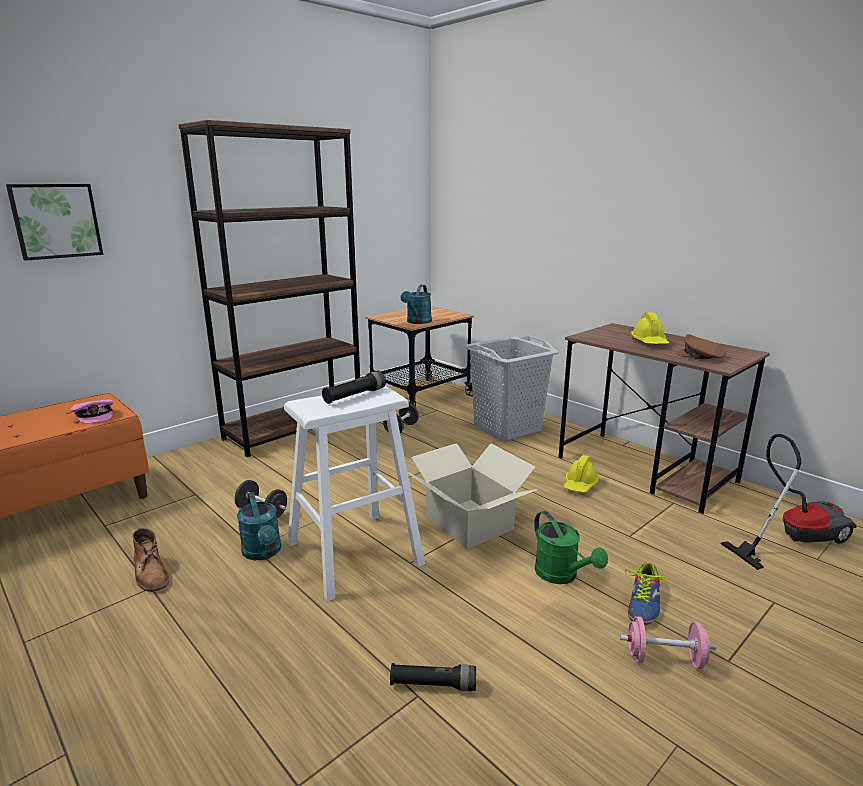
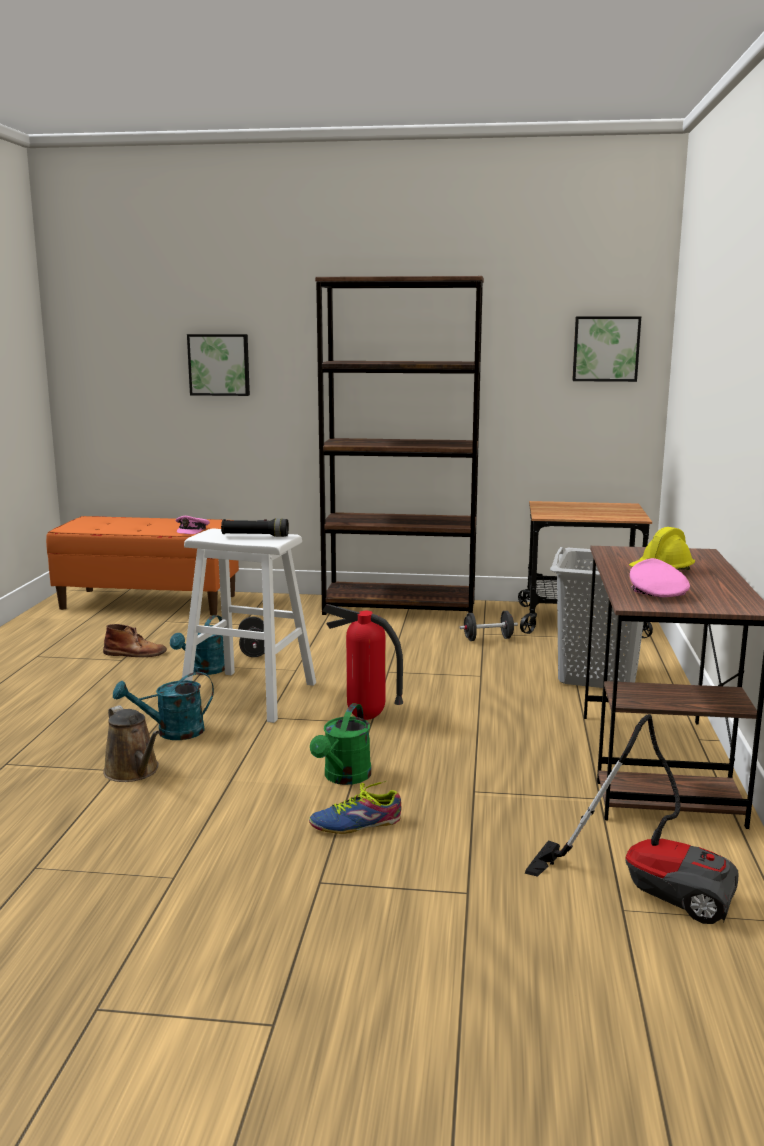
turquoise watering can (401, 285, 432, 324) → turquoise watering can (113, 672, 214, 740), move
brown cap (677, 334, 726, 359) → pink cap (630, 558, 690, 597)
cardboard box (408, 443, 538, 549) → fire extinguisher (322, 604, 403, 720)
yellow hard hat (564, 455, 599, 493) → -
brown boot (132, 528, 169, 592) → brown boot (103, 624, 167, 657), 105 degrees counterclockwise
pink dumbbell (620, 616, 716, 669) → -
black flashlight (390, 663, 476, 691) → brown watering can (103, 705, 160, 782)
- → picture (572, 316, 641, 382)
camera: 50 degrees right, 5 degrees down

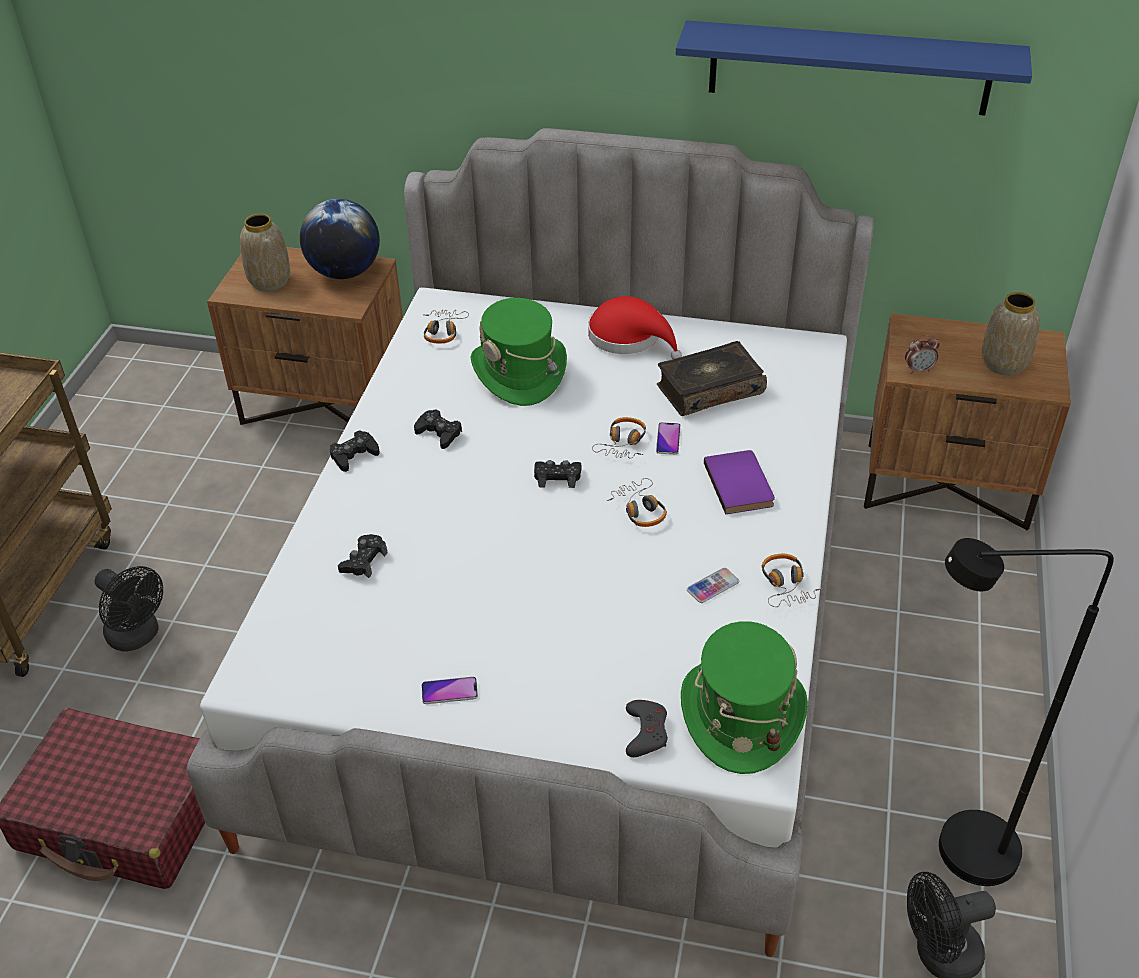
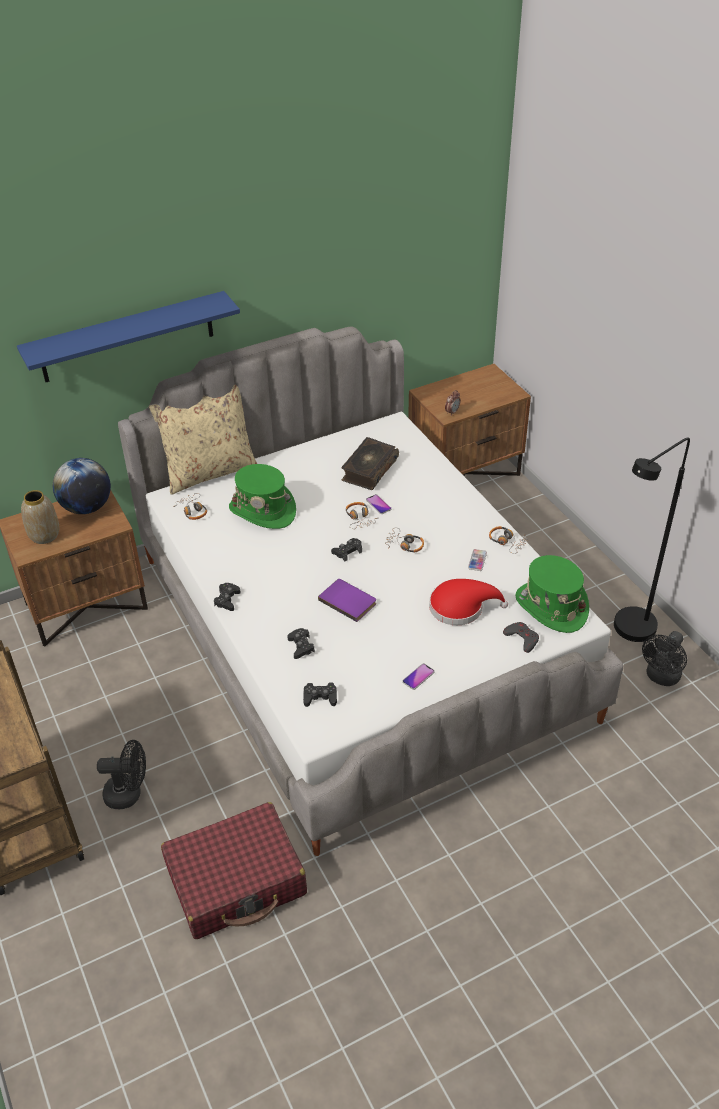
blue shelf (676, 20, 1032, 116) → blue shelf (17, 291, 240, 382), move
vase (982, 292, 1040, 375) → -
red hat (588, 296, 682, 359) → red hat (429, 579, 508, 625), move
black game controller (414, 409, 462, 449) → black game controller (303, 682, 337, 707), move
purple book (704, 450, 775, 514) → purple book (318, 579, 376, 622), move
- → beige pillow (149, 384, 257, 495)
camera: 40 degrees left, 0 degrees up

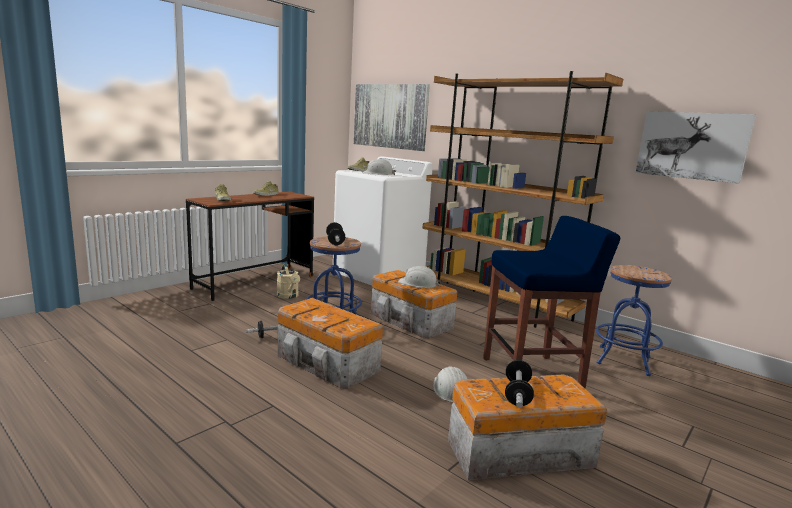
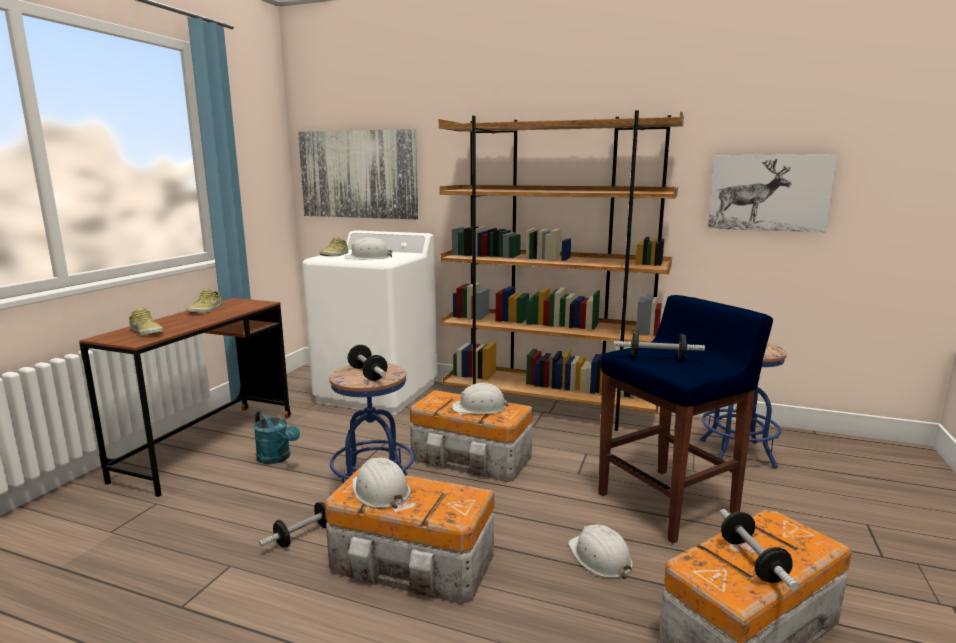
beige watering can (277, 264, 300, 299) → turquoise watering can (253, 410, 300, 464)
- → dumbbell (614, 331, 705, 361)
- → white hard hat (352, 457, 411, 509)
camera: 20 degrees left, 0 degrees up

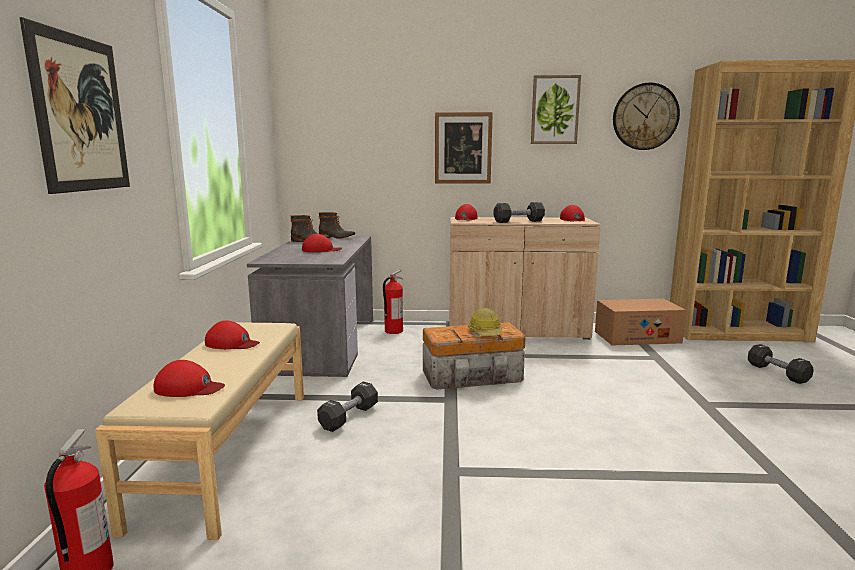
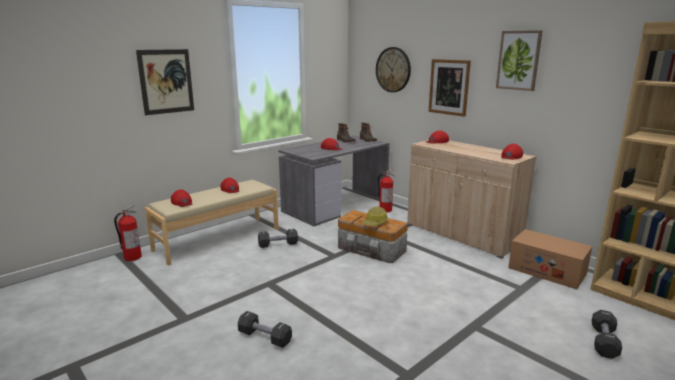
wall clock (613, 82, 680, 150) → wall clock (376, 47, 411, 92), move
black dumbbell (493, 202, 545, 223) → black dumbbell (238, 311, 292, 348), move
camera: 45 degrees right, 5 degrees up

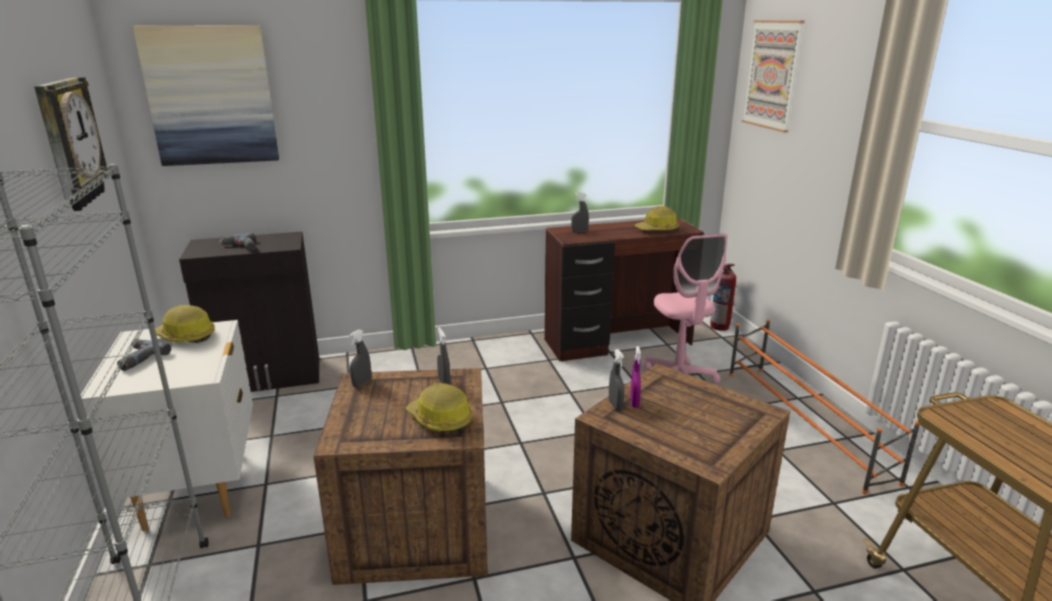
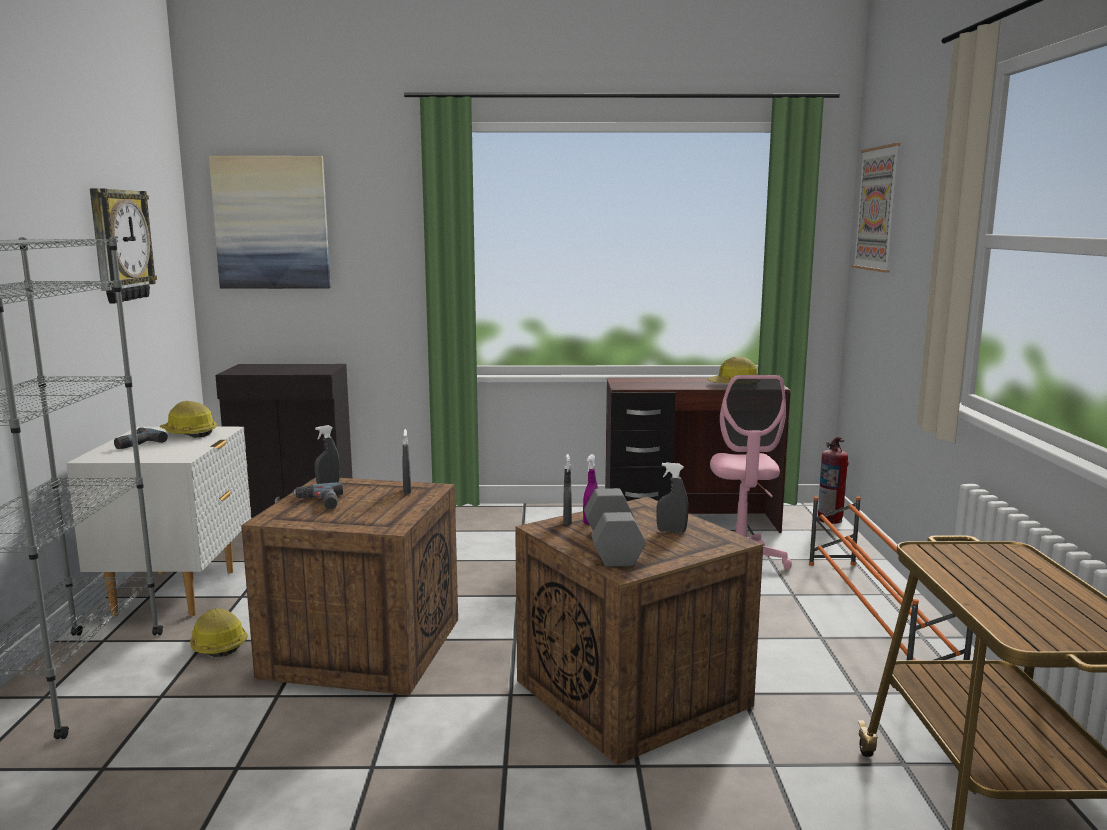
grey spray bottle (571, 193, 589, 232) → grey spray bottle (656, 462, 688, 533), move
power drill (219, 233, 256, 251) → power drill (293, 482, 343, 509), move
hard hat (406, 383, 473, 433) → hard hat (190, 608, 248, 657), move
- → grey dumbbell (584, 488, 646, 567)
camera: 15 degrees right, 10 degrees down

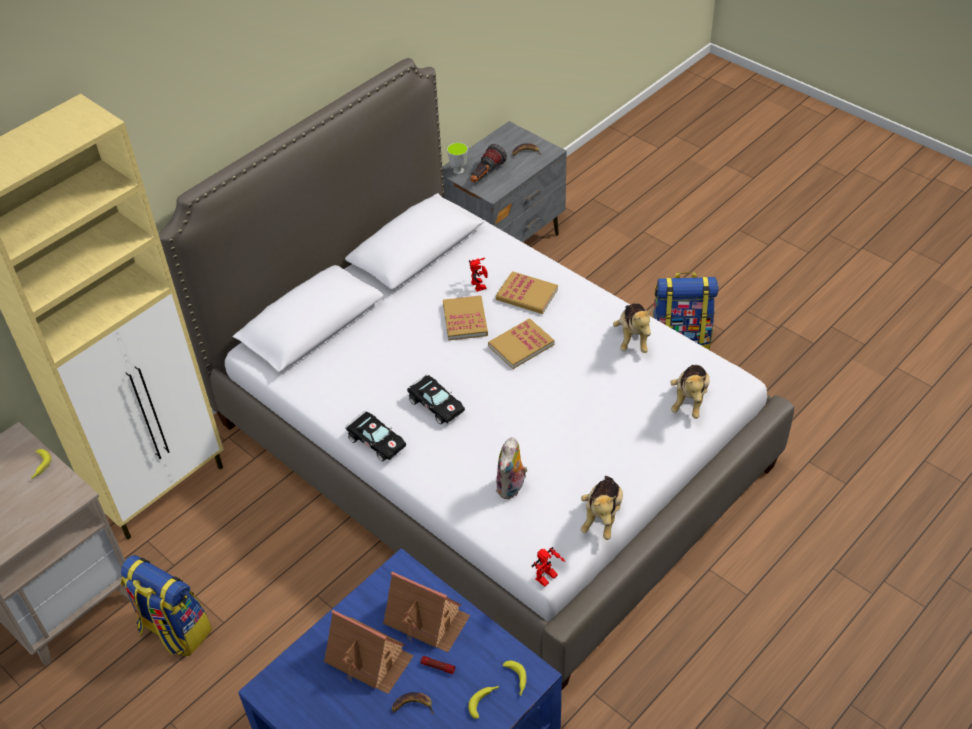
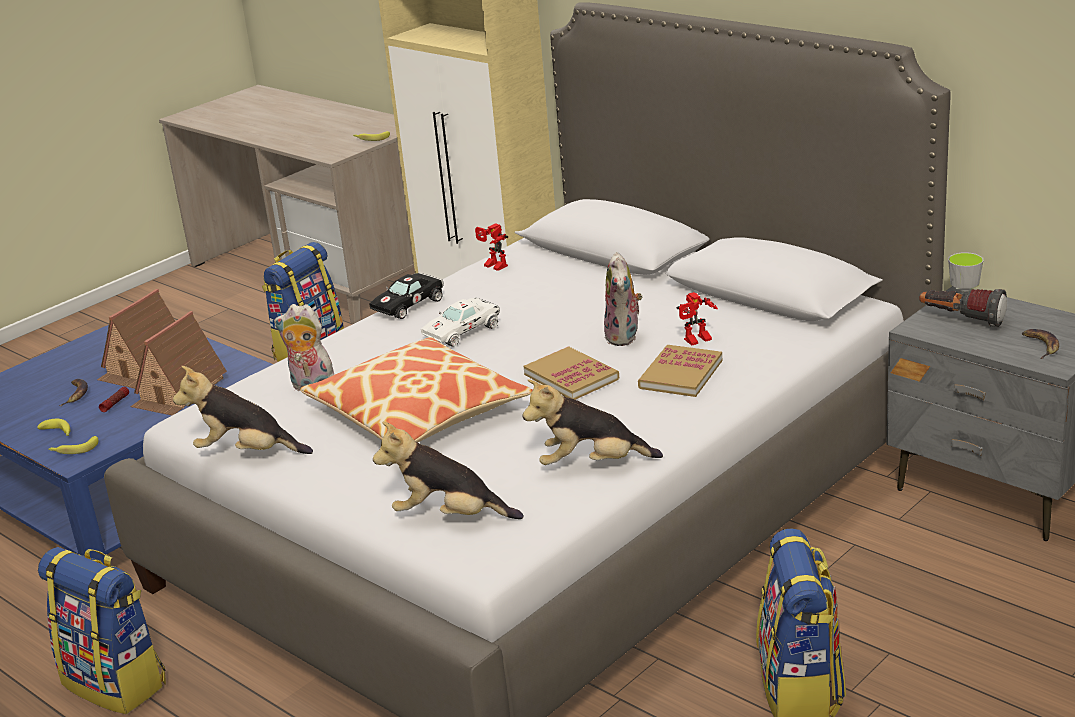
book (443, 295, 488, 341) → plush toy (604, 252, 642, 346)
black toy car (407, 375, 465, 424) → white toy car (421, 298, 500, 347)
toy robot (532, 547, 566, 587) → toy robot (475, 223, 508, 271), move
- → pillow (300, 337, 533, 443)
- → backpack (38, 547, 166, 714)
camera: 90 degrees right, 20 degrees down

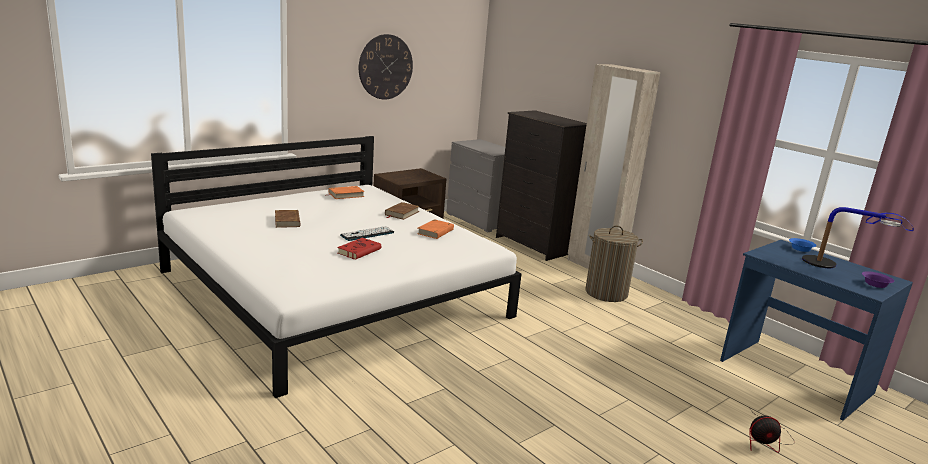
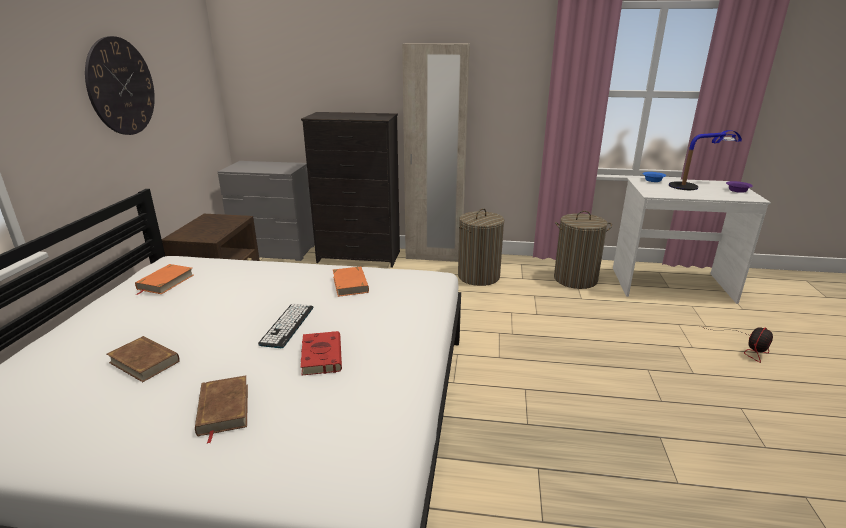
brown book (385, 202, 420, 220) → brown book (195, 376, 248, 443), move
blue desk (720, 240, 913, 420) → white desk (613, 178, 771, 304)
- → laundry basket (554, 211, 612, 289)
camera: 40 degrees left, 5 degrees up

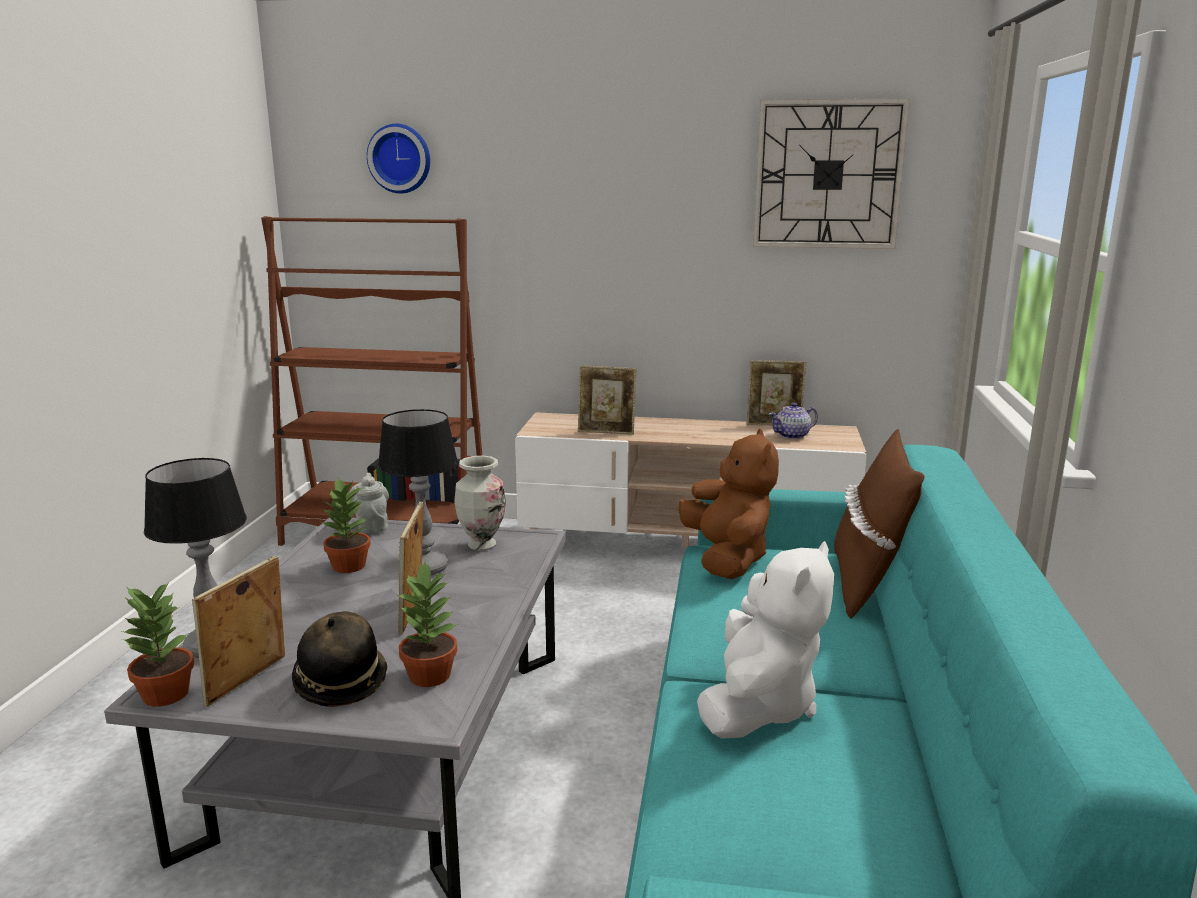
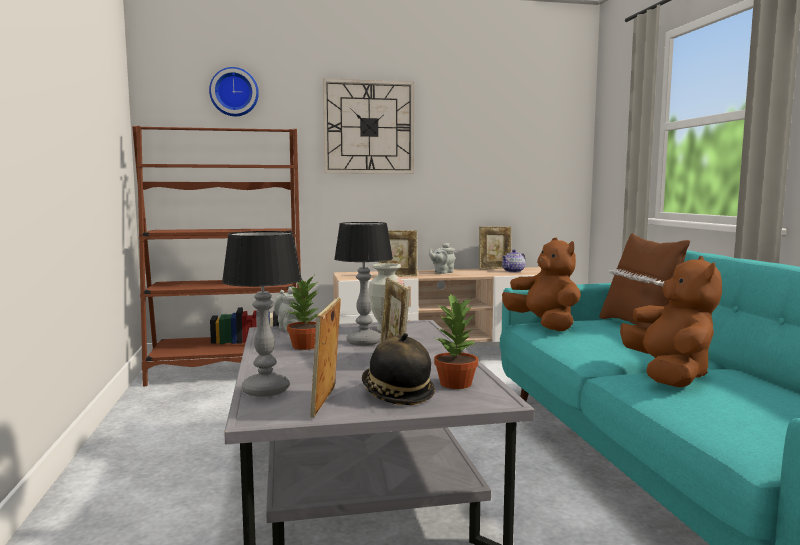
wall clock (753, 98, 910, 249) → wall clock (323, 79, 414, 174), move
white plush toy (697, 541, 834, 739) → brown plush toy (620, 256, 722, 387)
potted plant (122, 581, 194, 707) → -
- → grey teapot (429, 243, 455, 274)
camera: 20 degrees left, 10 degrees down

